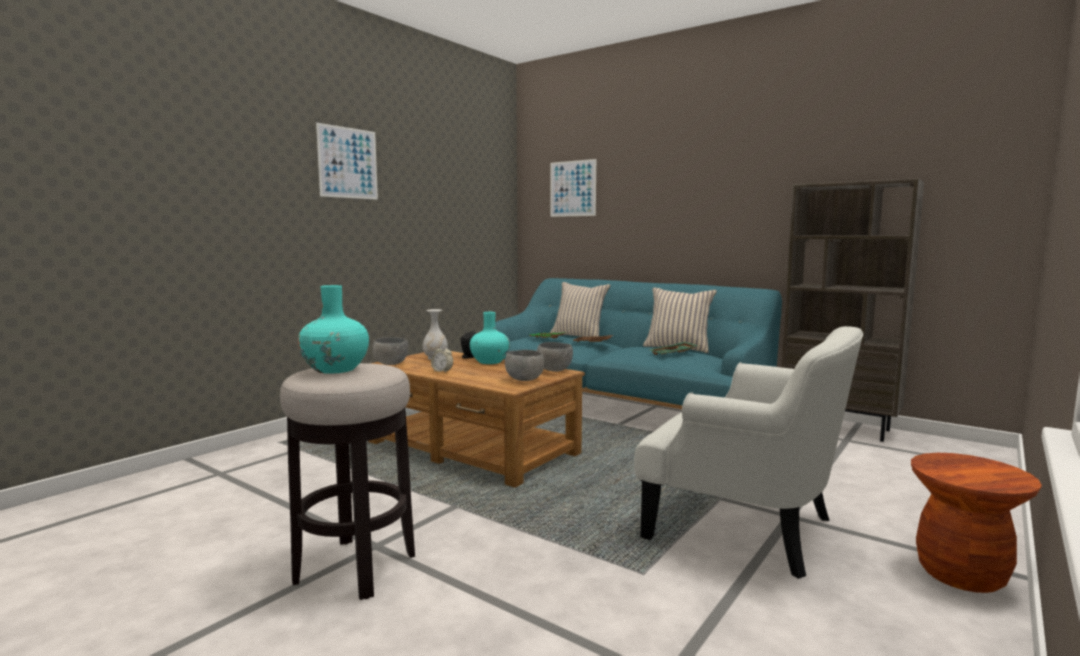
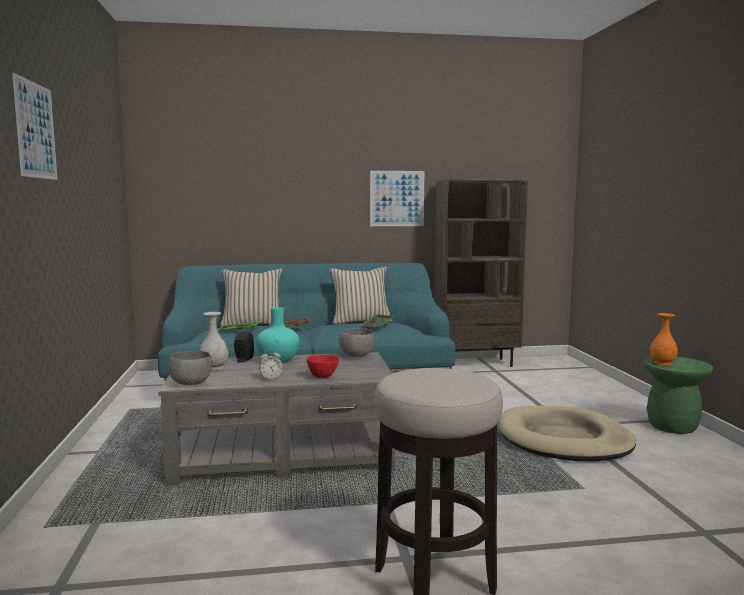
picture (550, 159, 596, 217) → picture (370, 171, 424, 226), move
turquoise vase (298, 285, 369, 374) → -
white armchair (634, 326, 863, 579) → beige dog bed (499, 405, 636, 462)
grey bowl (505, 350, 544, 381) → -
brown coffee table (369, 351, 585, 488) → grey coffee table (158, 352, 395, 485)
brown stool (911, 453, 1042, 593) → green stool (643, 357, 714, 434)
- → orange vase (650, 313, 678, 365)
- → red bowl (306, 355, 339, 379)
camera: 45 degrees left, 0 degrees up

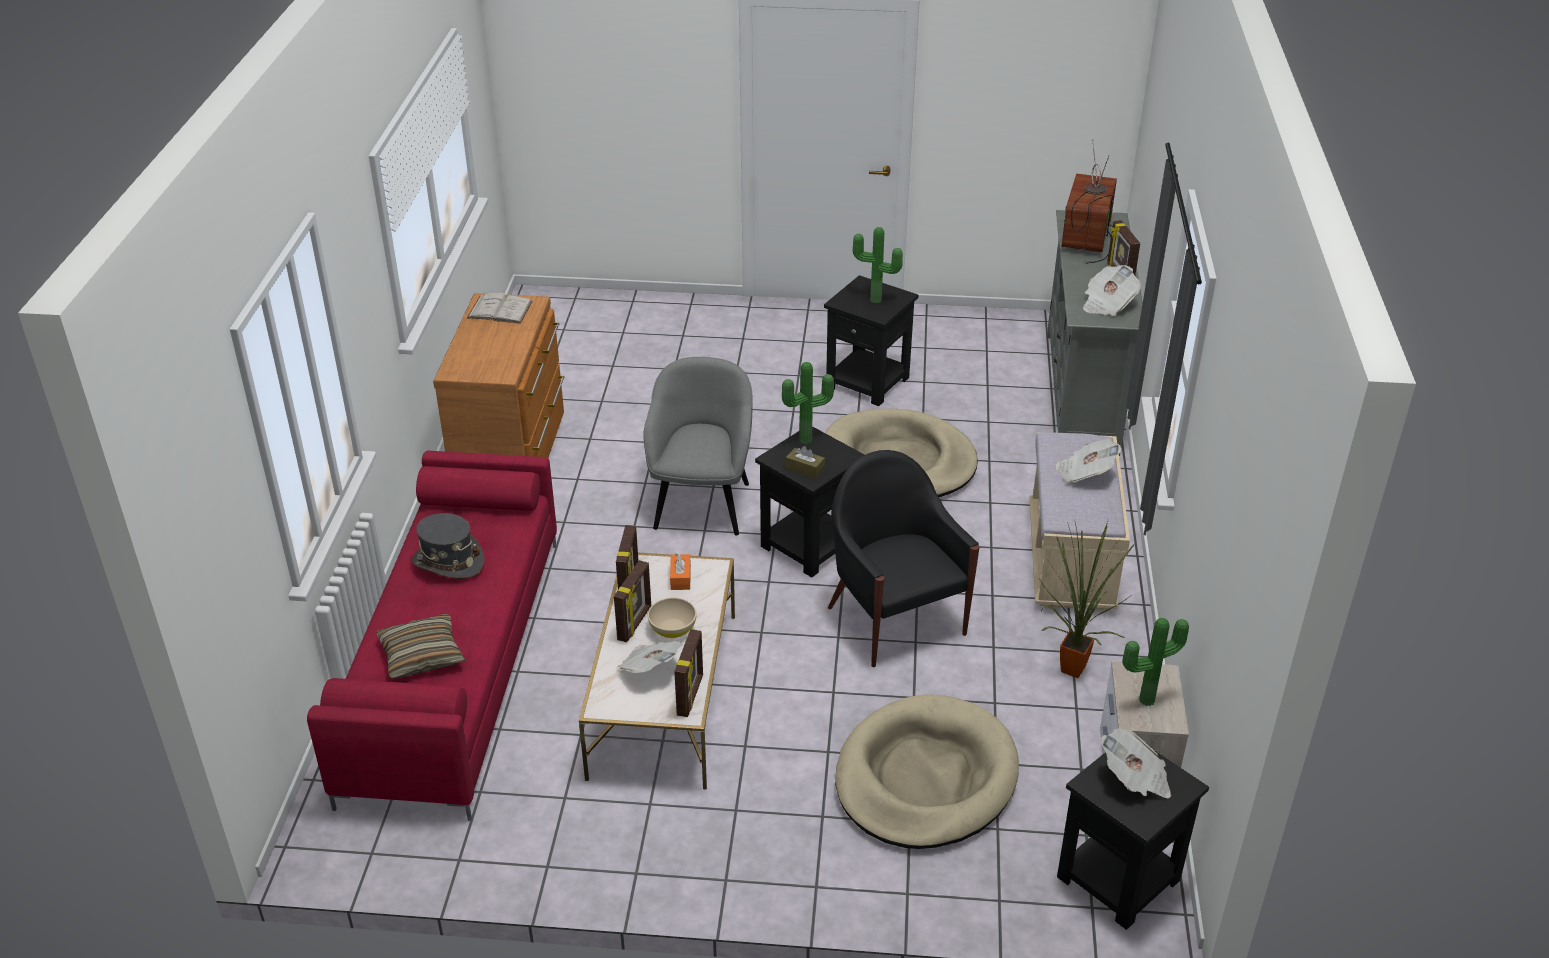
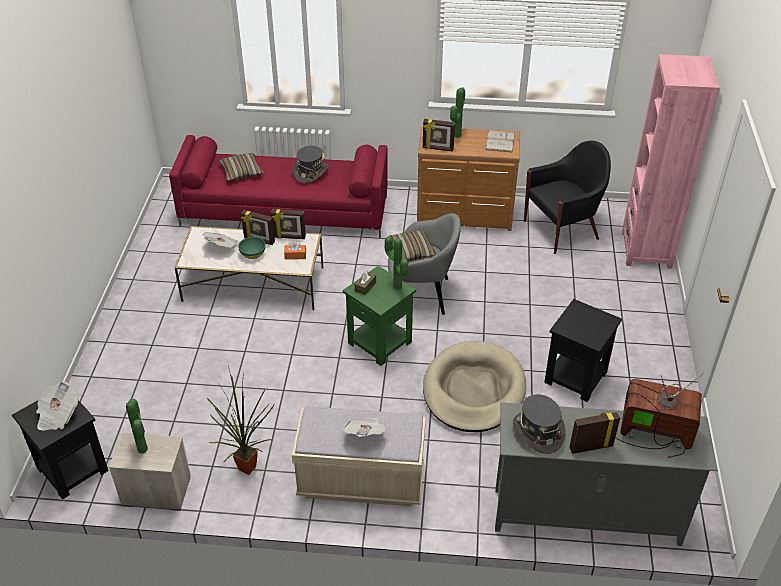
potted plant (853, 227, 903, 303) → potted plant (450, 87, 465, 138), move
newspaper (1083, 265, 1141, 316) → grey hat (513, 394, 565, 454)
black side table (755, 426, 864, 578) → green side table (343, 266, 416, 366)
black armchair (828, 450, 980, 667) → black armchair (524, 140, 611, 254), move
beige bowl (648, 597, 697, 638) → green bowl (238, 237, 266, 259)
picture frame (674, 629, 703, 717) → picture frame (423, 119, 455, 152), move
beige dog bed (835, 694, 1019, 849) → -
- → pink bookcase (622, 54, 720, 269)
- → pillow (388, 230, 437, 261)
camera: 90 degrees right, 5 degrees up

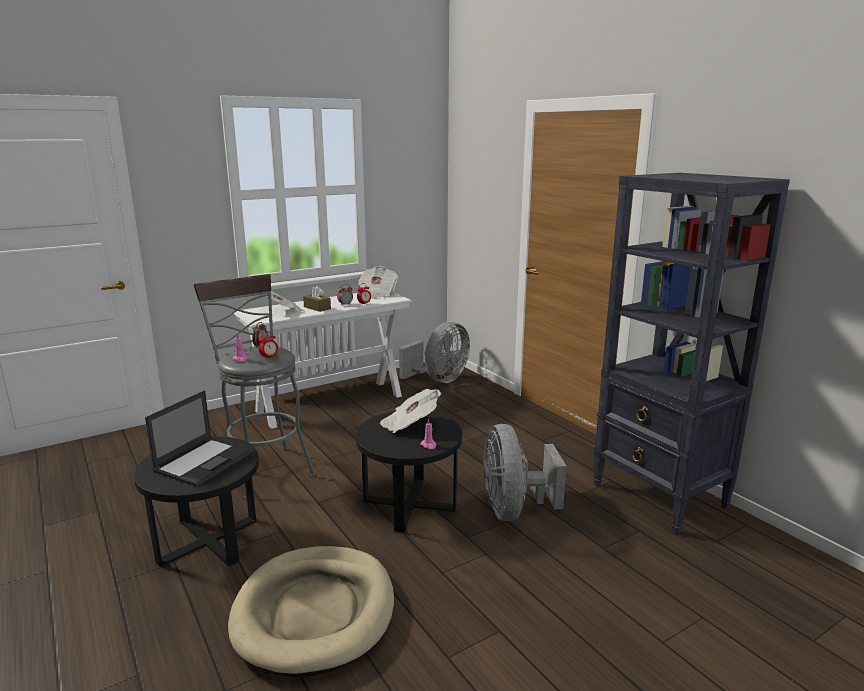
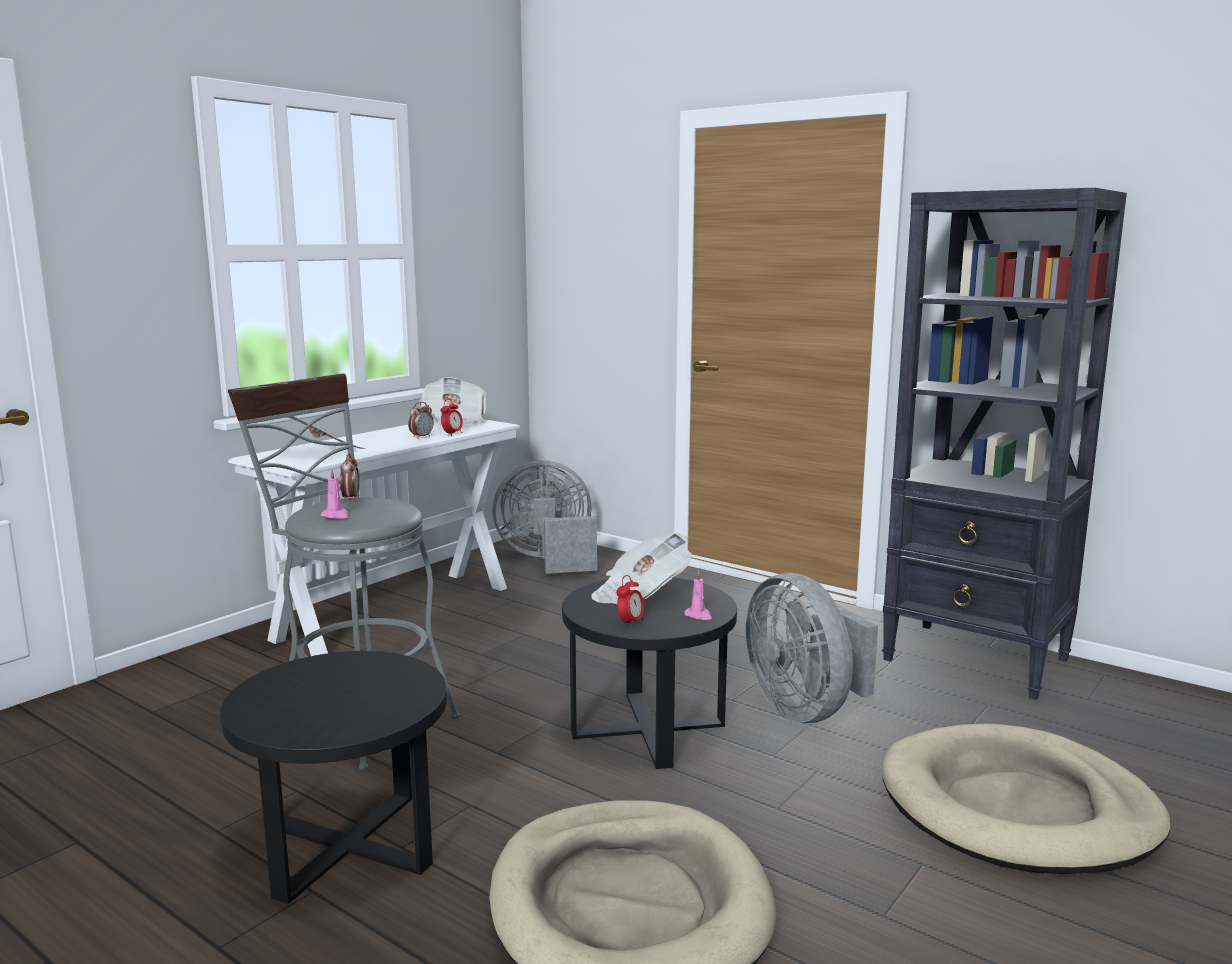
brown tissue box (303, 286, 331, 312) → -
grey fan (399, 322, 470, 383) → grey fan (493, 460, 597, 574), 120 degrees counterclockwise
alarm clock (259, 331, 278, 358) → alarm clock (616, 575, 644, 628), move
laptop (145, 390, 251, 487) → -
- → beige dog bed (882, 724, 1170, 874)
camera: 20 degrees left, 5 degrees down

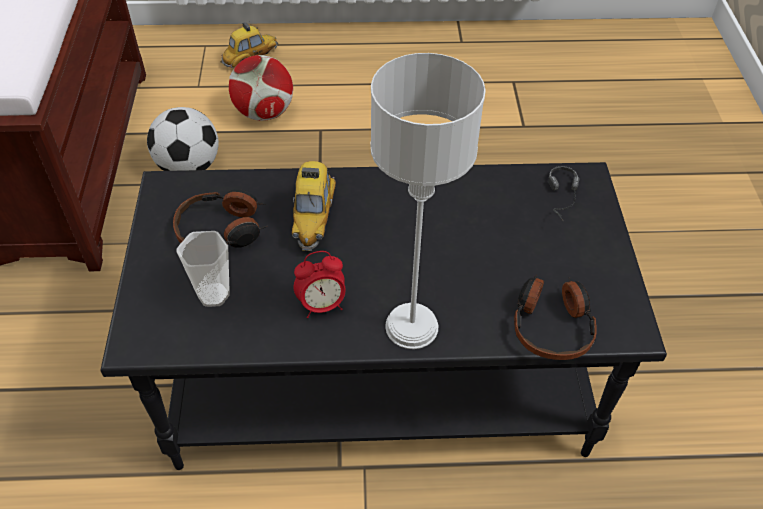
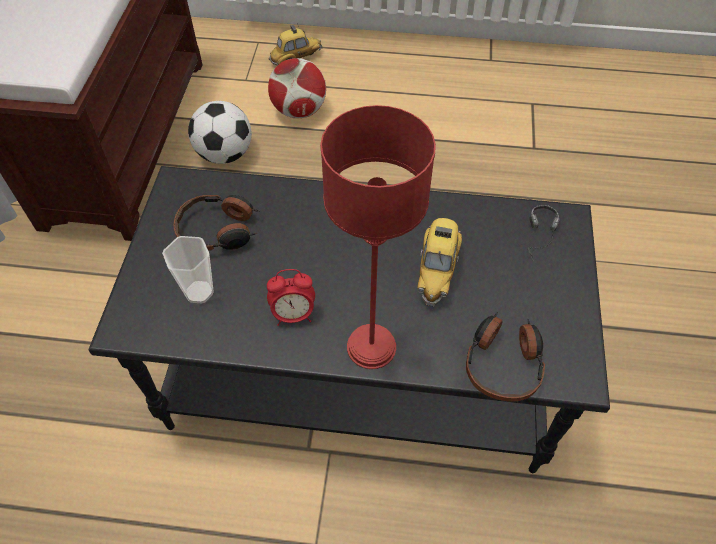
grey table lamp (370, 53, 486, 349) → red table lamp (320, 105, 436, 369)
toy car (292, 161, 336, 251) → toy car (417, 218, 462, 306), move
camera: 10 degrees right, 5 degrees up

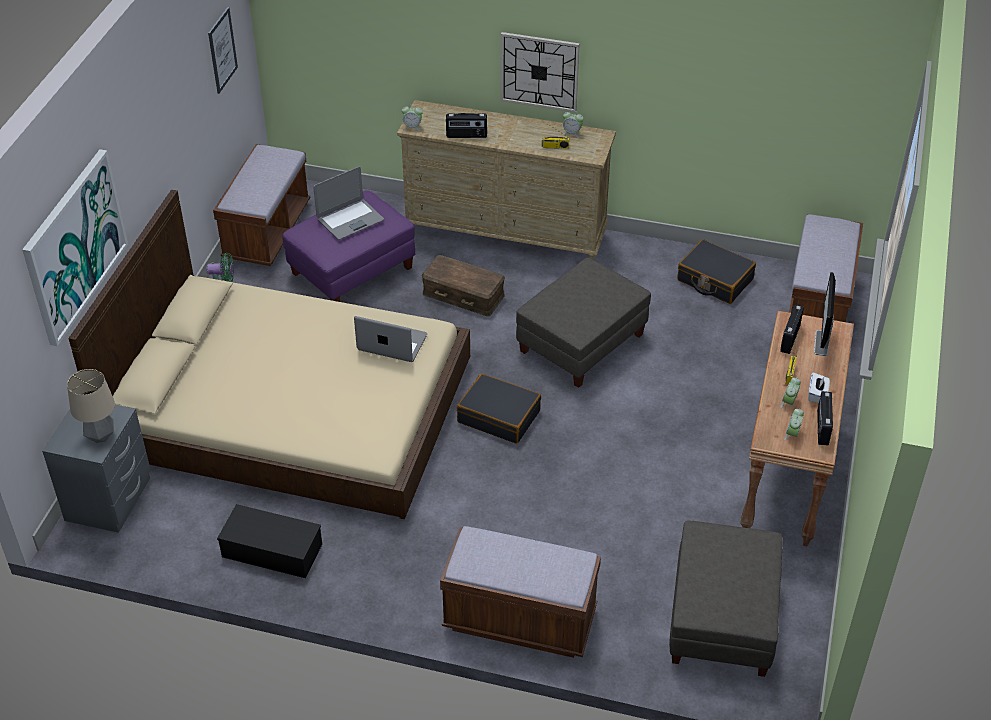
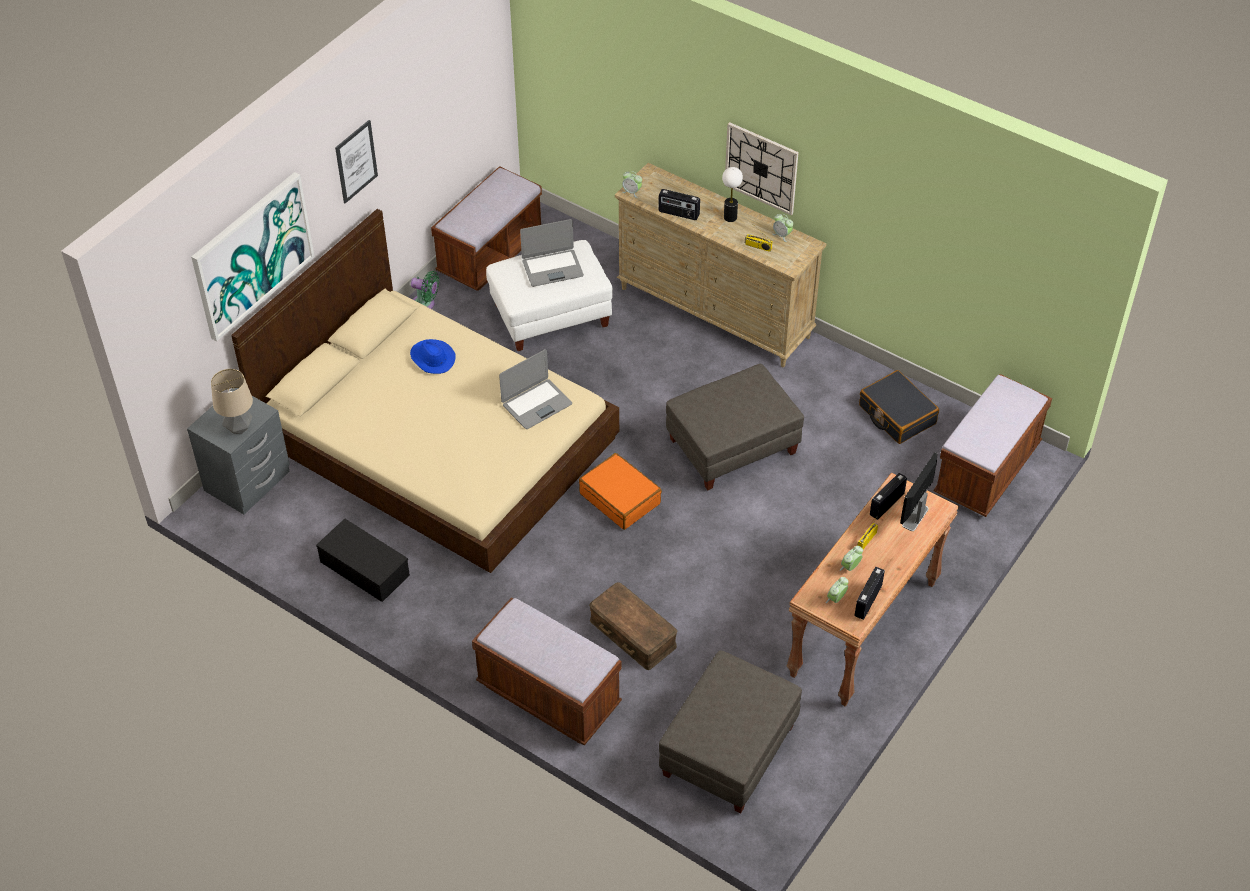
picture (208, 7, 238, 94) → picture (335, 120, 378, 203), move
purple ottoman (282, 191, 415, 302) → white ottoman (486, 240, 613, 351)
brown storage box (422, 255, 505, 316) → brown storage box (589, 582, 677, 670), move
laptop (354, 316, 427, 362) → laptop (499, 349, 572, 429), 105 degrees clockwise
white tissue box (808, 372, 830, 403) → -
black suitcase (457, 374, 541, 444) → orange suitcase (579, 453, 662, 530)
- → table lamp (722, 167, 743, 222)
- → blue hat (410, 339, 456, 374)
camera: 20 degrees right, 5 degrees up

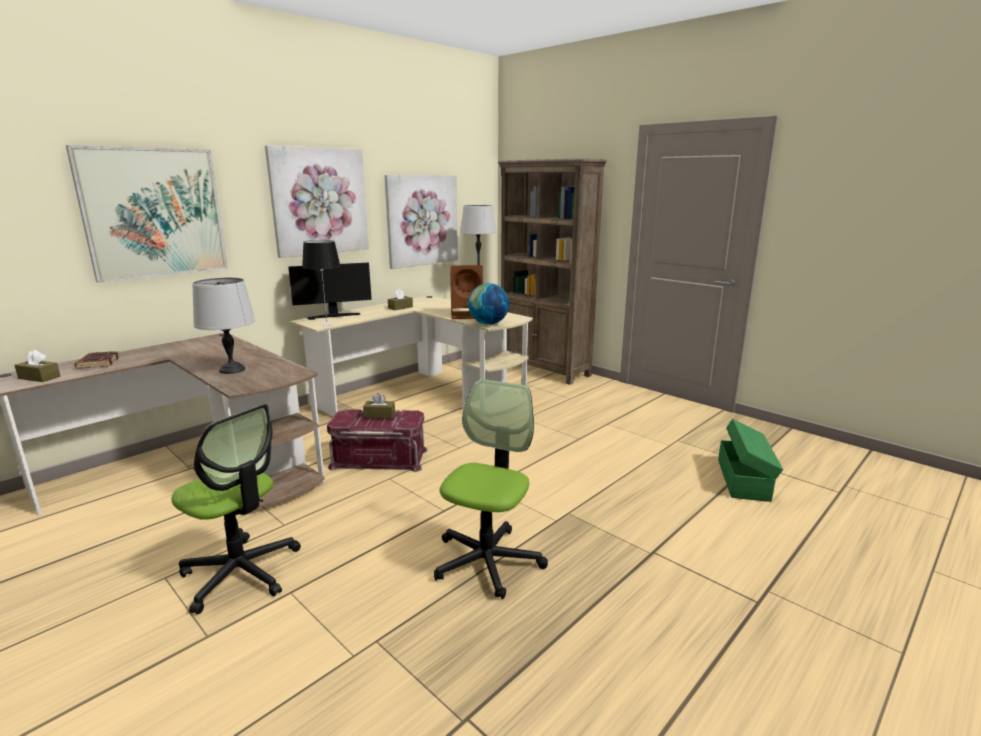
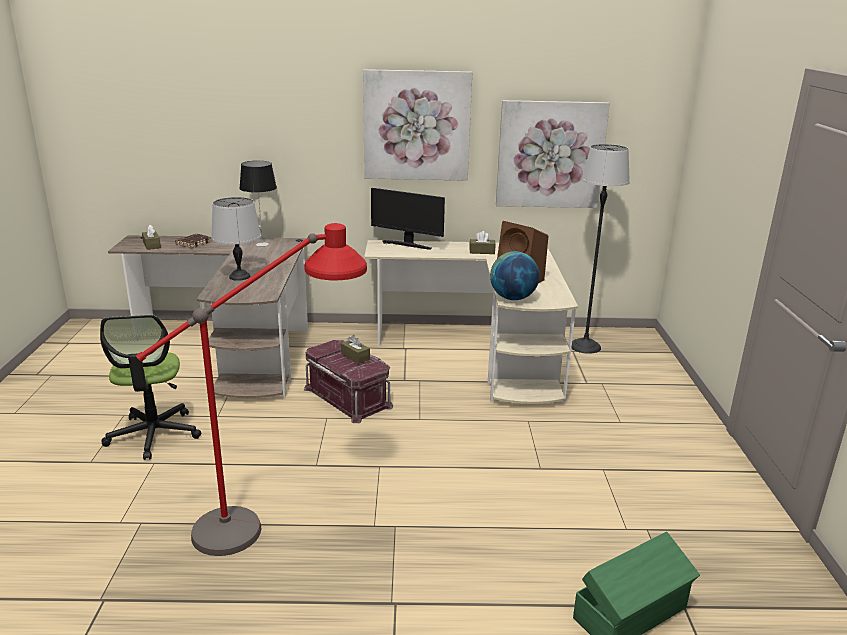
picture (66, 145, 228, 283) → -
brown bookcase (498, 158, 607, 385) → -
table lamp (302, 240, 340, 326) → table lamp (239, 161, 277, 247), move
office chair (434, 379, 548, 599) → red floor lamp (136, 223, 367, 556)
camera: 45 degrees right, 5 degrees up

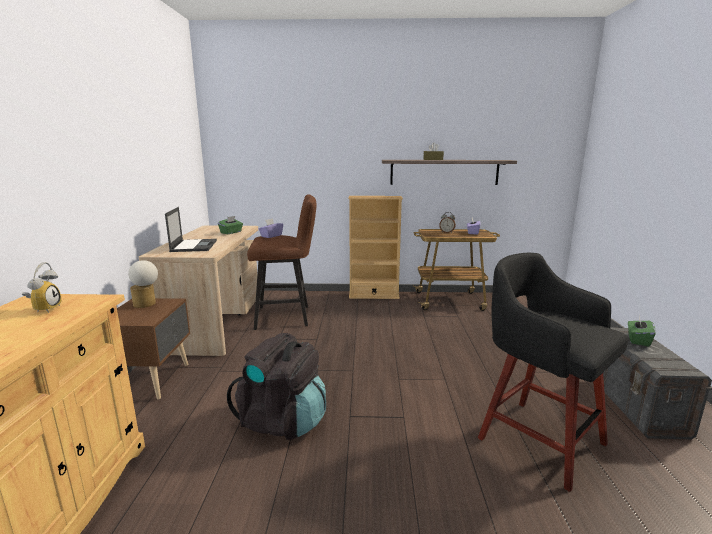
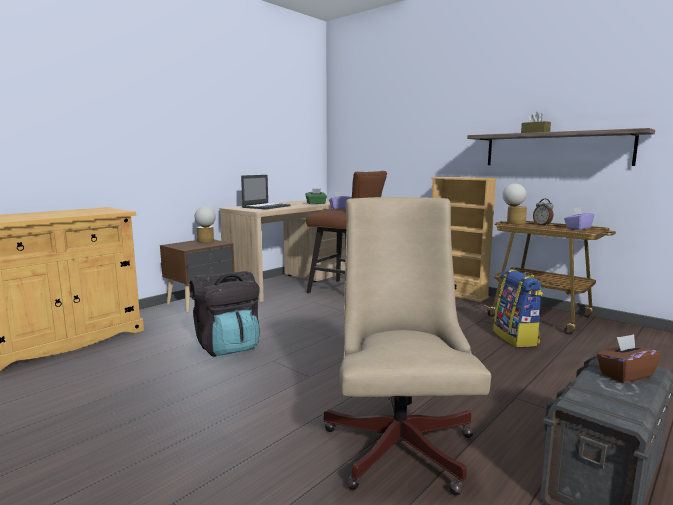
black stool (478, 253, 629, 492) → beige office chair (324, 197, 491, 495)
alarm clock (22, 262, 62, 313) → -
green tissue box (628, 316, 655, 347) → brown tissue box (596, 334, 661, 383)
- → table lamp (502, 183, 527, 224)
- → backpack (493, 268, 543, 347)
camera: 40 degrees right, 5 degrees down

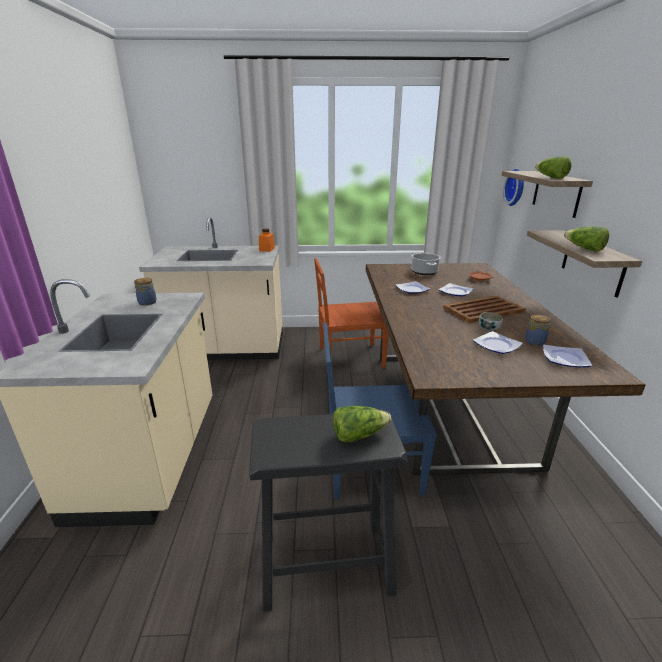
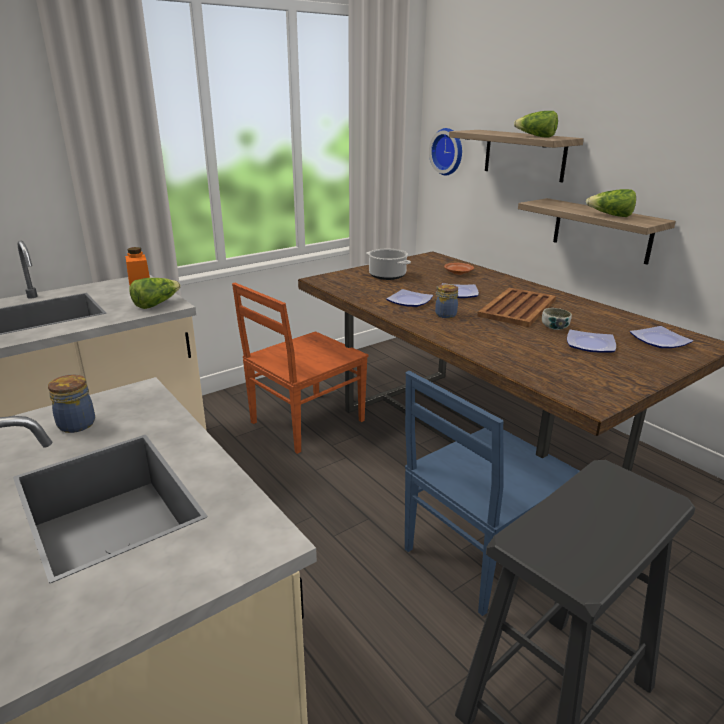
jar (525, 315, 551, 346) → jar (434, 284, 458, 318), move
lettuce (333, 406, 391, 442) → lettuce (129, 278, 181, 309), move
camera: 35 degrees left, 0 degrees up

